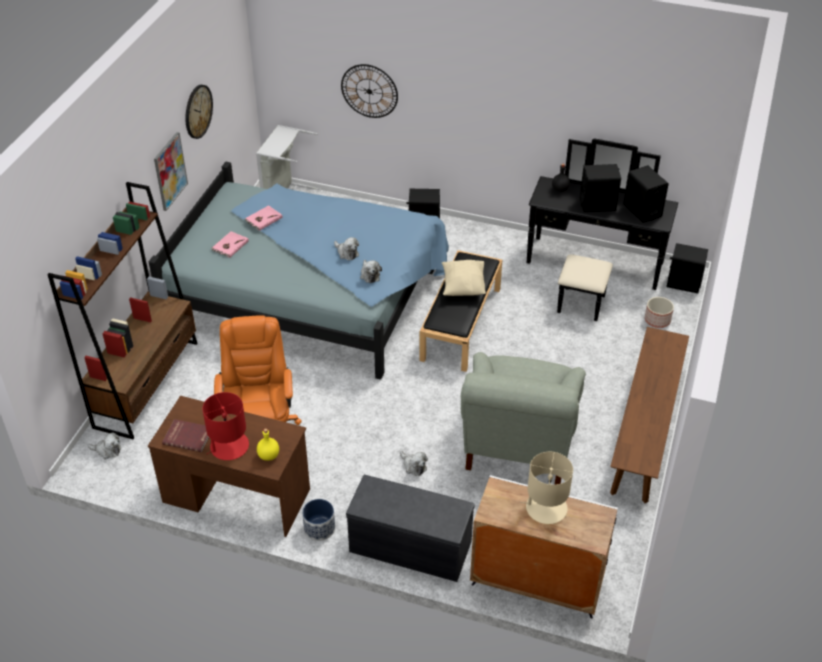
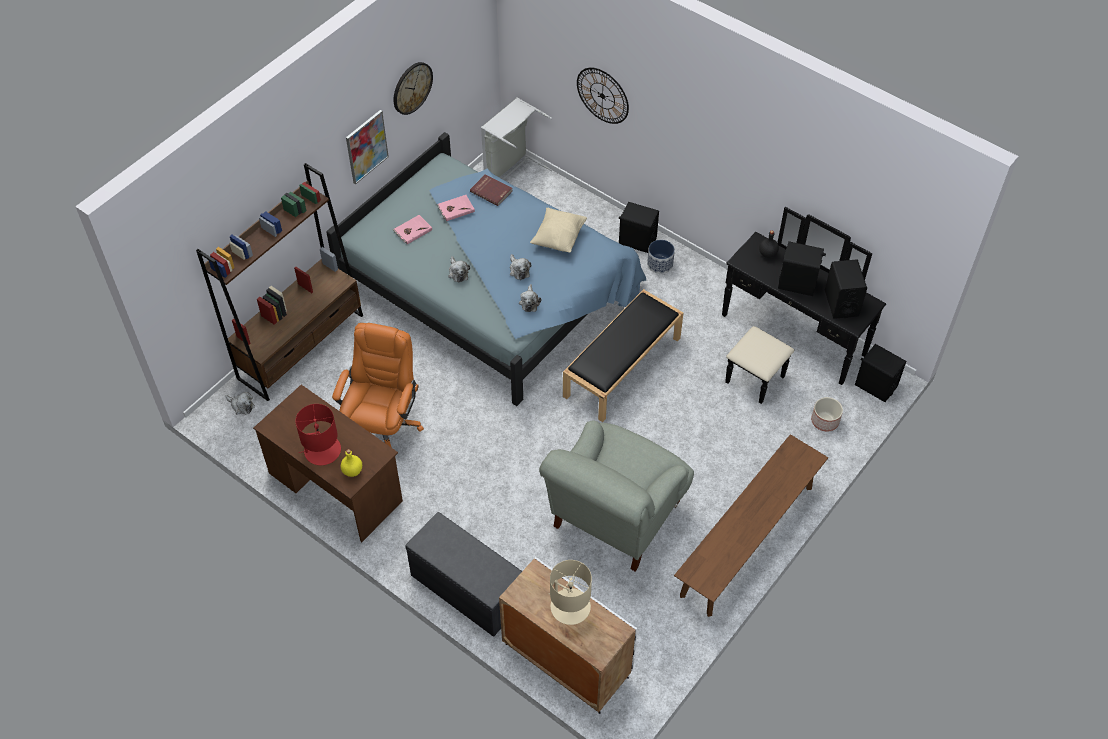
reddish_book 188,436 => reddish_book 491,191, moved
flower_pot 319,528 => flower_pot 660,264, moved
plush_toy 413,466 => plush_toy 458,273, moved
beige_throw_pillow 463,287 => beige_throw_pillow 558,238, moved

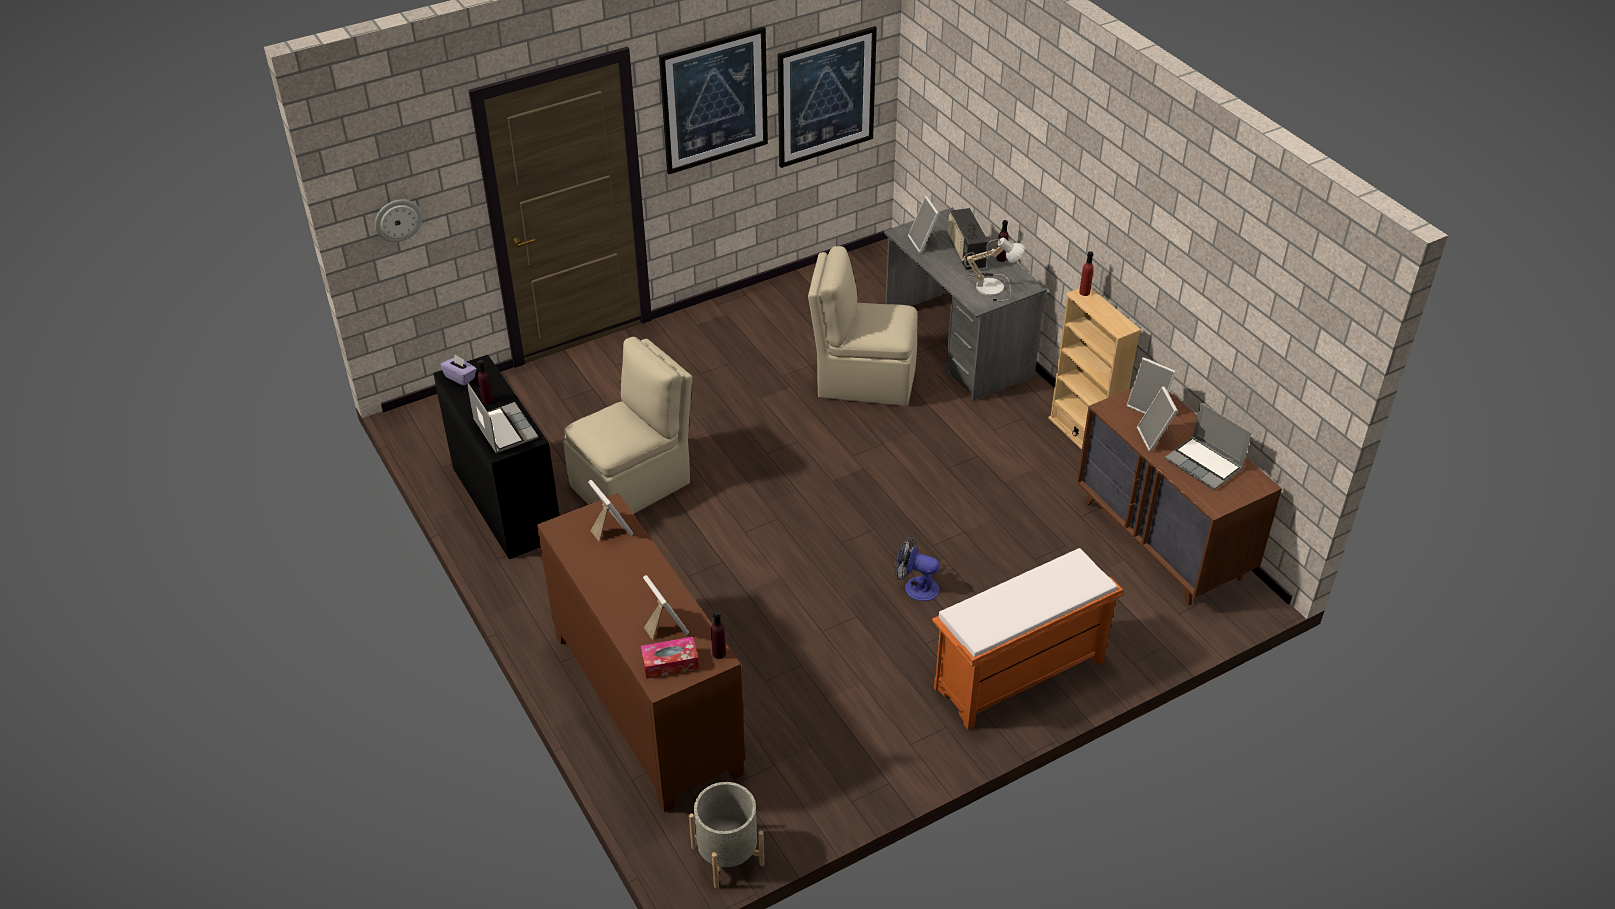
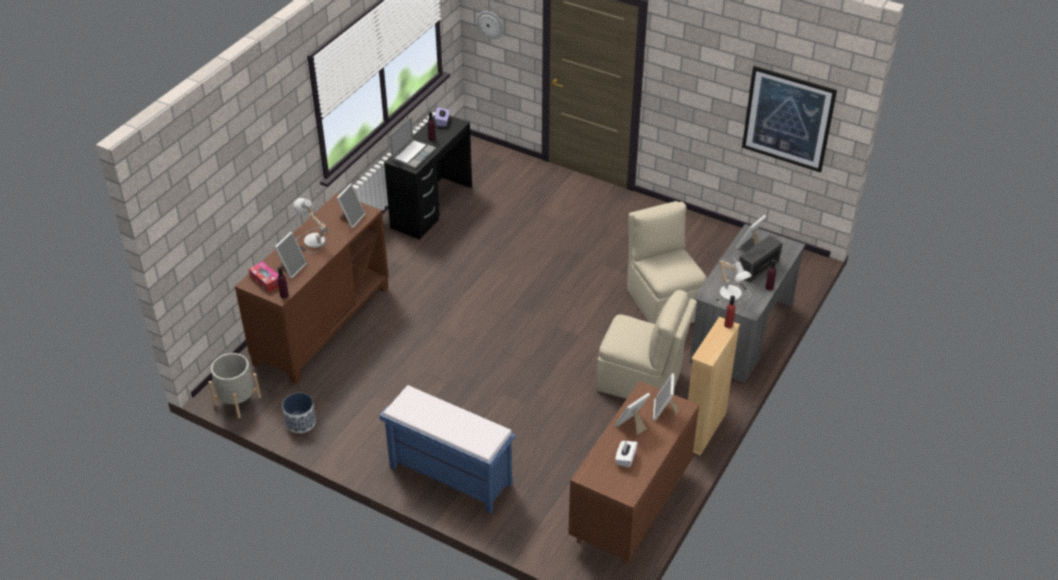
wall_picture 714,100 => nothing
fan 915,587 => nothing
nothing => flower_pot 300,422
nothing => lamp_for_a_table 312,241
beige_plain_chair 633,483 => beige_plain_chair 641,382, moved
notebook_computer 1205,464 => whitish_tissue_holder 625,458
orange_long_seat 1018,676 => blue-coloured_long_seat 449,475

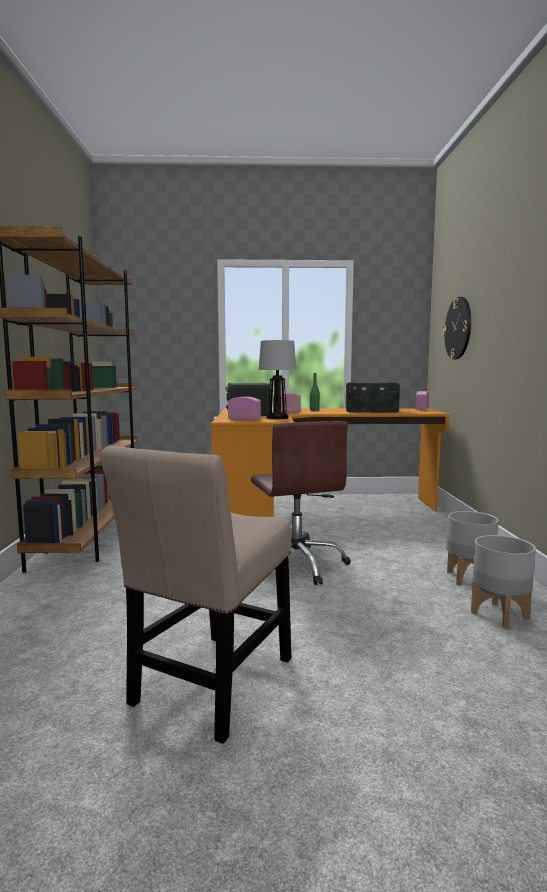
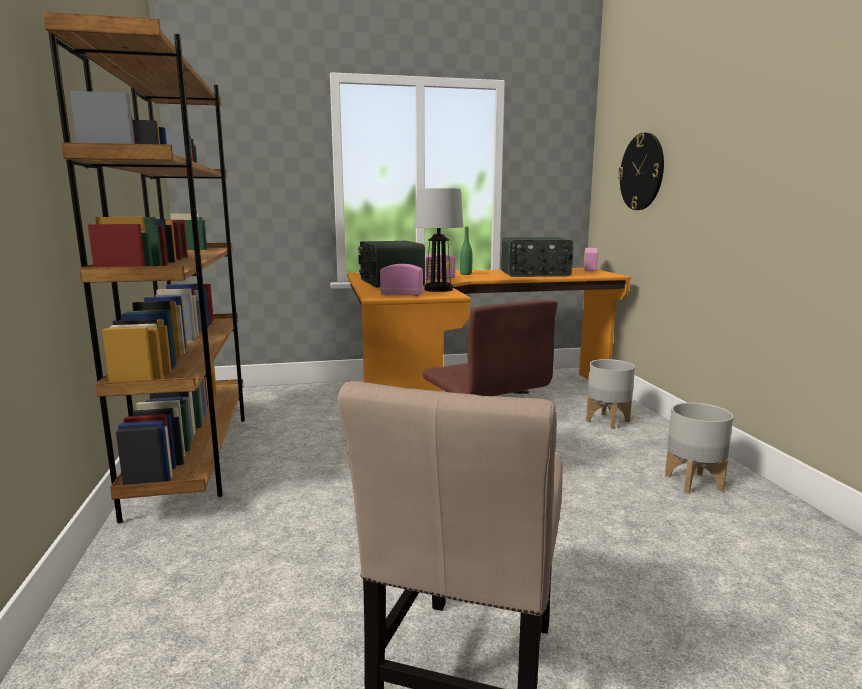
greyish_flower_pot 499,615 => greyish_flower_pot 607,421, moved

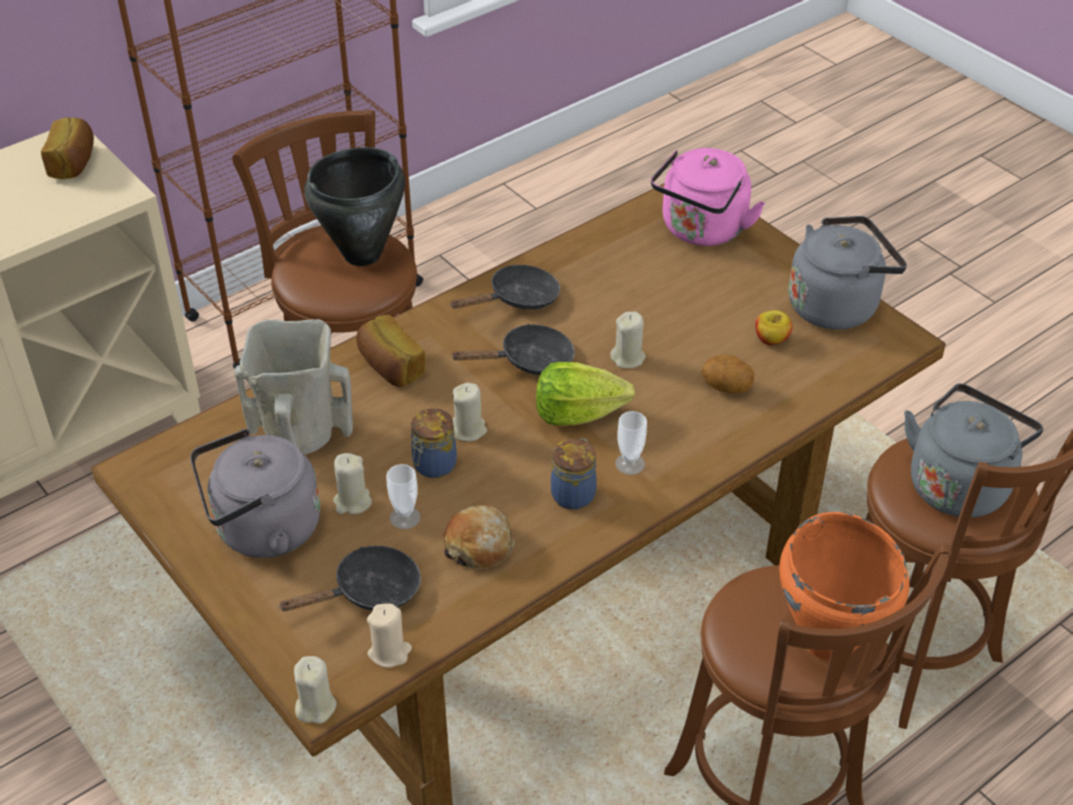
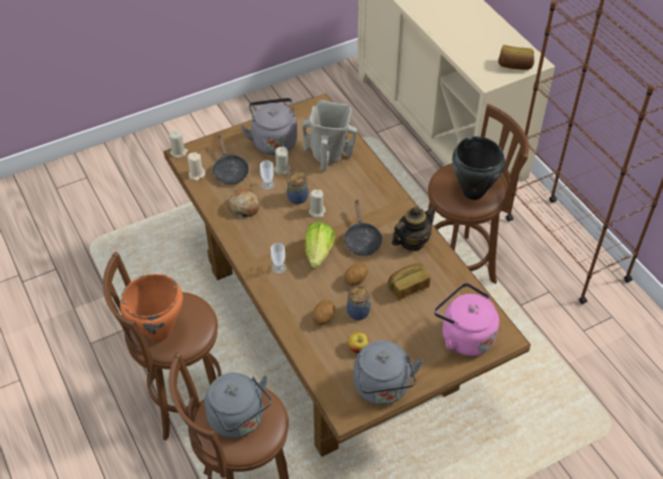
bakery_bread 390,367 => bakery_bread 408,287, moved
preserve_jar 574,493 => preserve_jar 359,312, moved
blackish_pan 518,299 => teapot 412,242
beige_candle 628,358 => potato 355,280

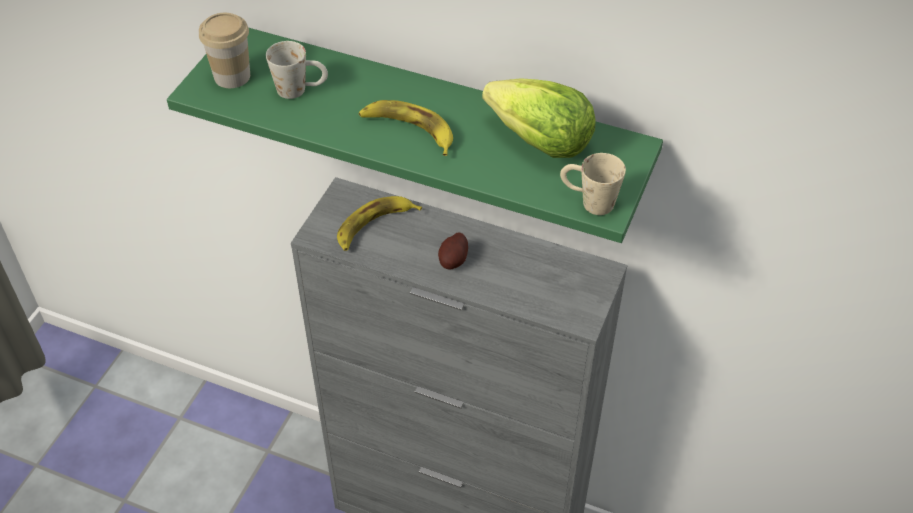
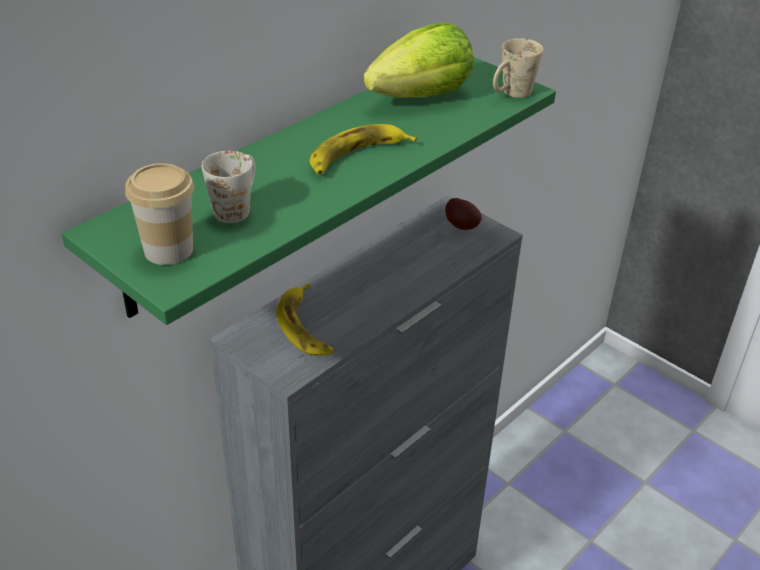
potato 453,261 => potato 462,225, moved

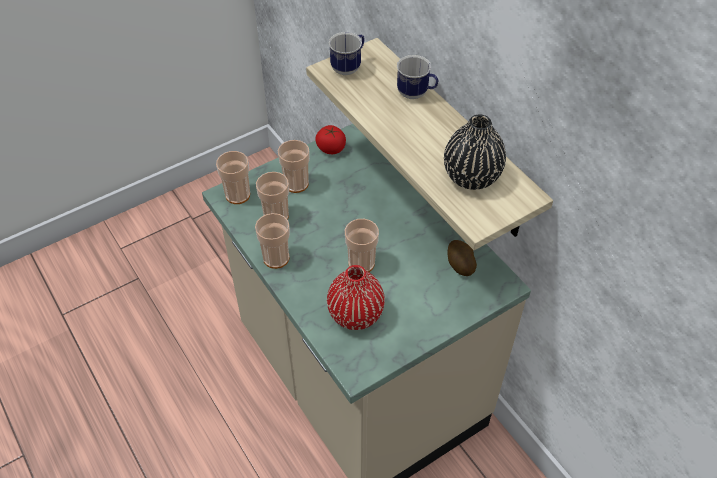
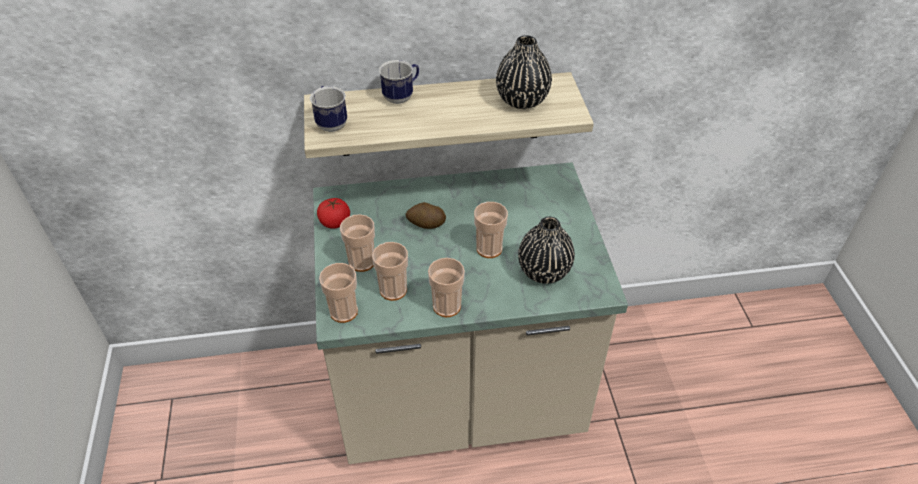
potato 460,264 => potato 426,224, moved
reddish_decorative_vase 355,315 => blackish_decorative_vase 544,271

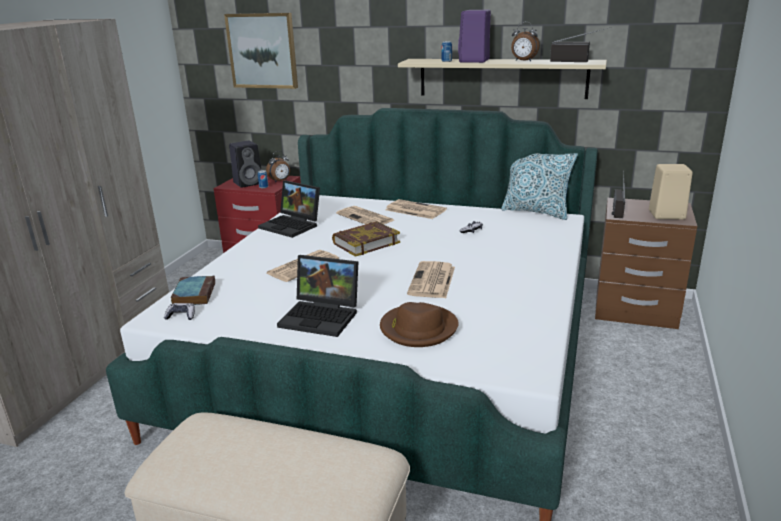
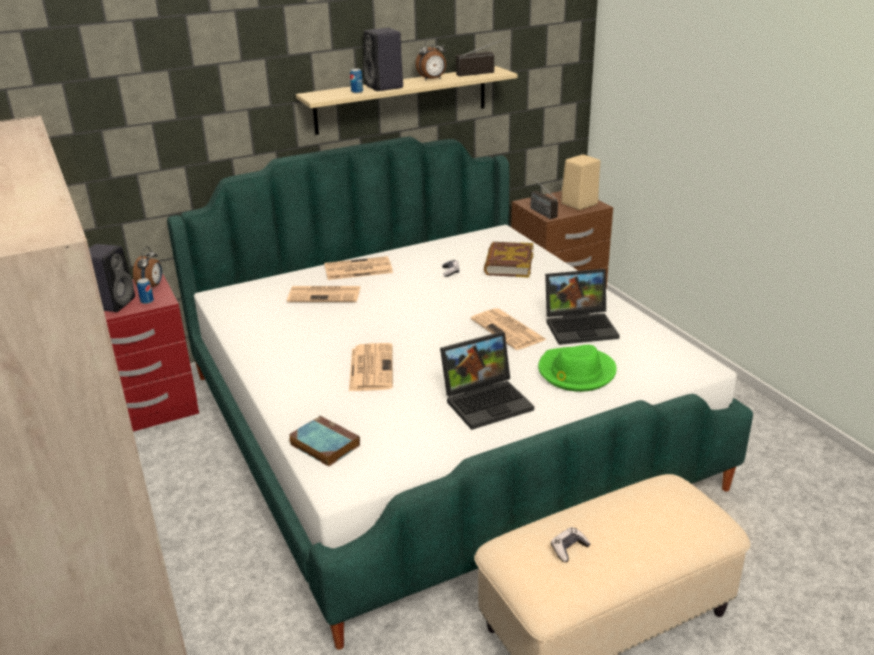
wall_picture 262,51 => nothing
throw_pillow 536,212 => nothing
game_controller 181,316 => game_controller 568,549, moved
notebook_computer 292,225 => notebook_computer 581,326, moved
book 366,243 => book 508,264, moved
brownish_hat 418,328 => green_hat 576,372
purple-coloured_audio_speaker 474,61 => blackish_audio_speaker 385,87

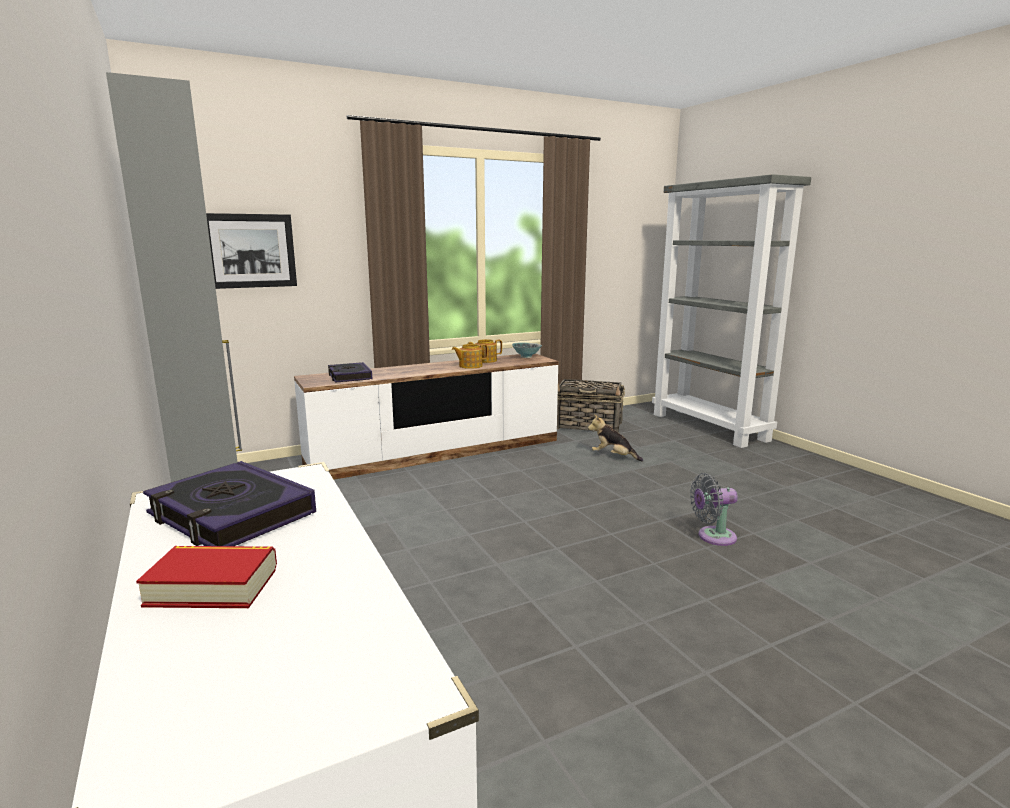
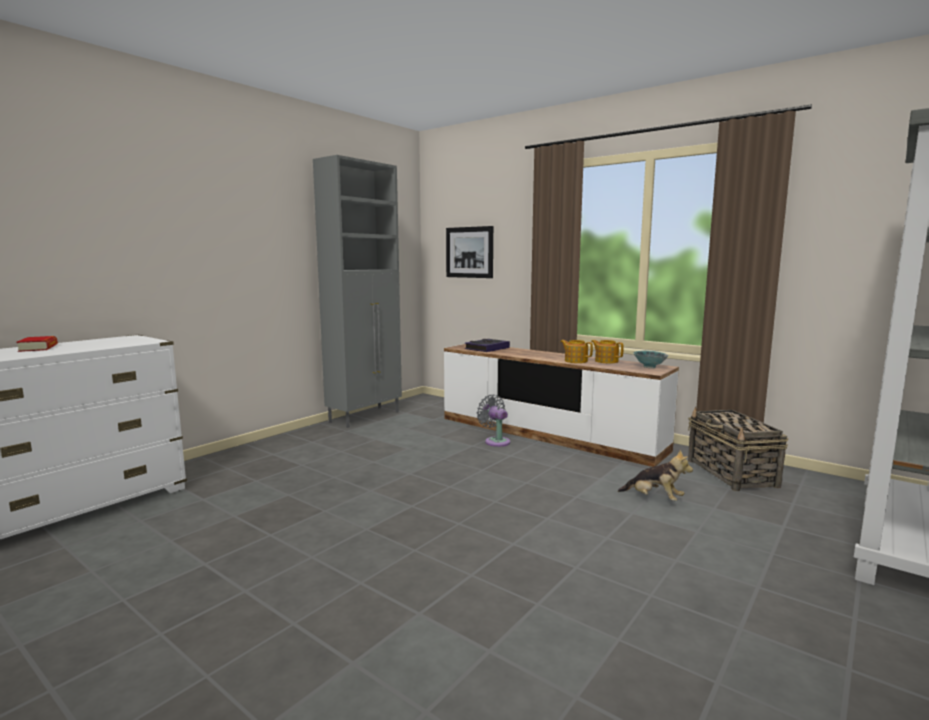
book 231,514 => nothing
greyish_fan 713,537 => greyish_fan 495,441, moved
plush_toy 613,457 => plush_toy 654,499, 120 degrees clockwise

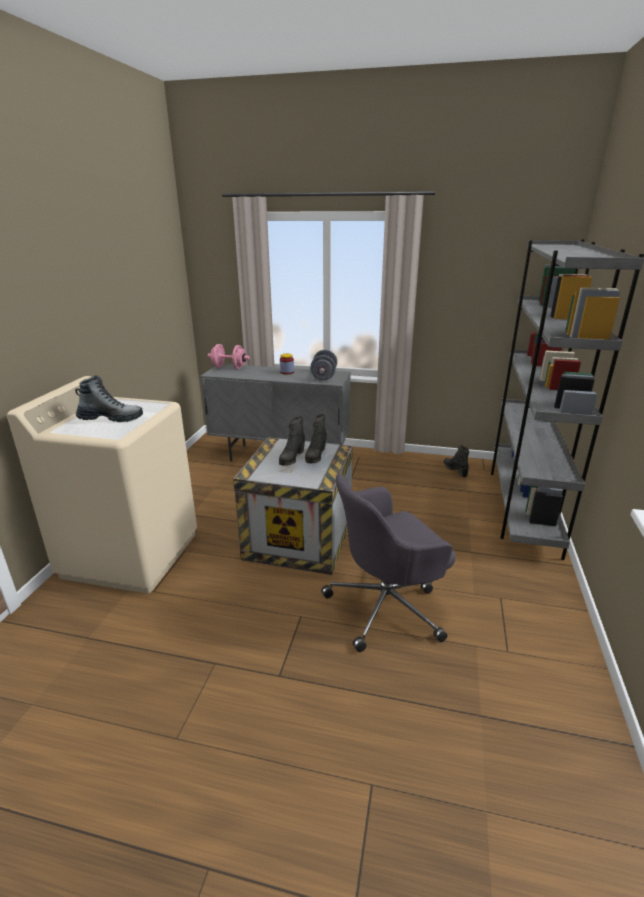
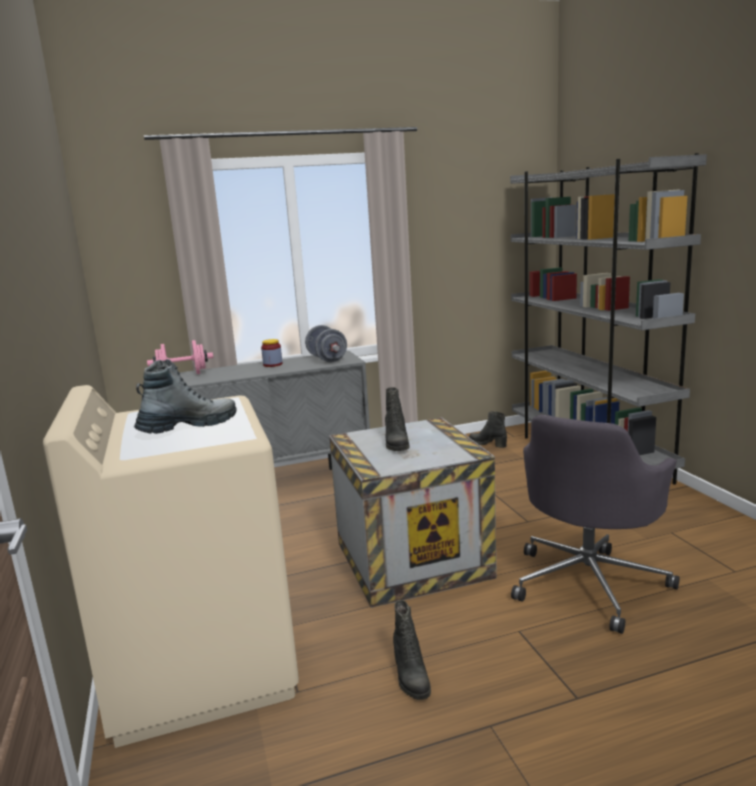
blackish_boot 315,456 => blackish_boot 410,677, moved

